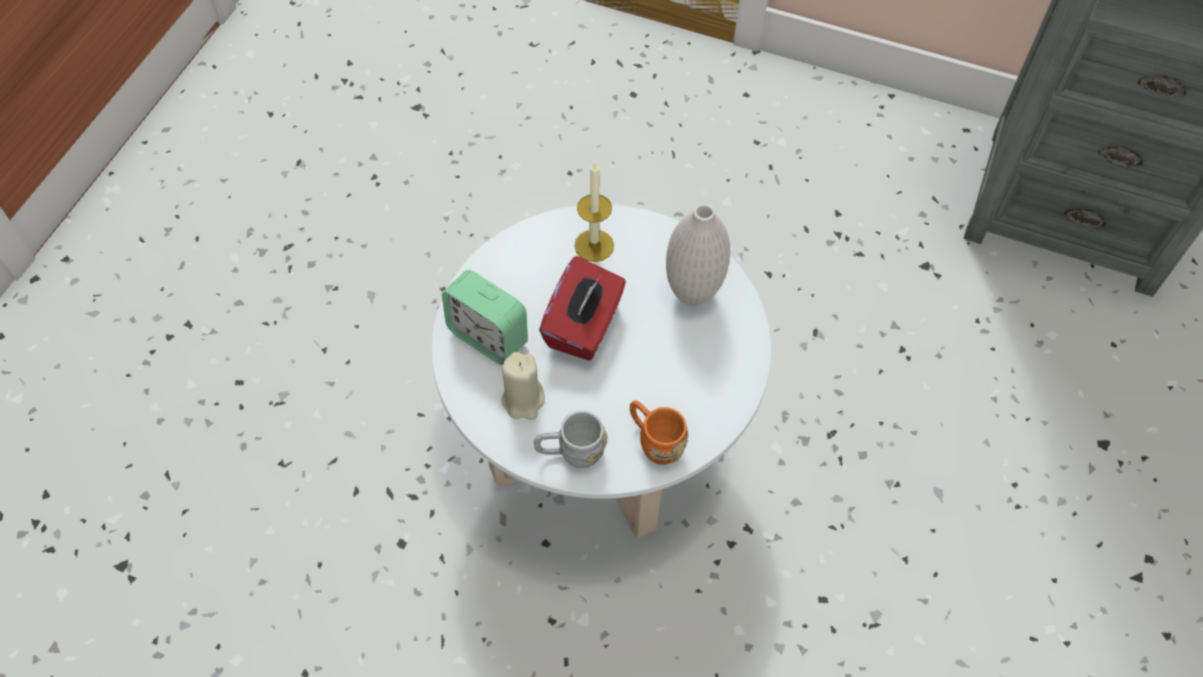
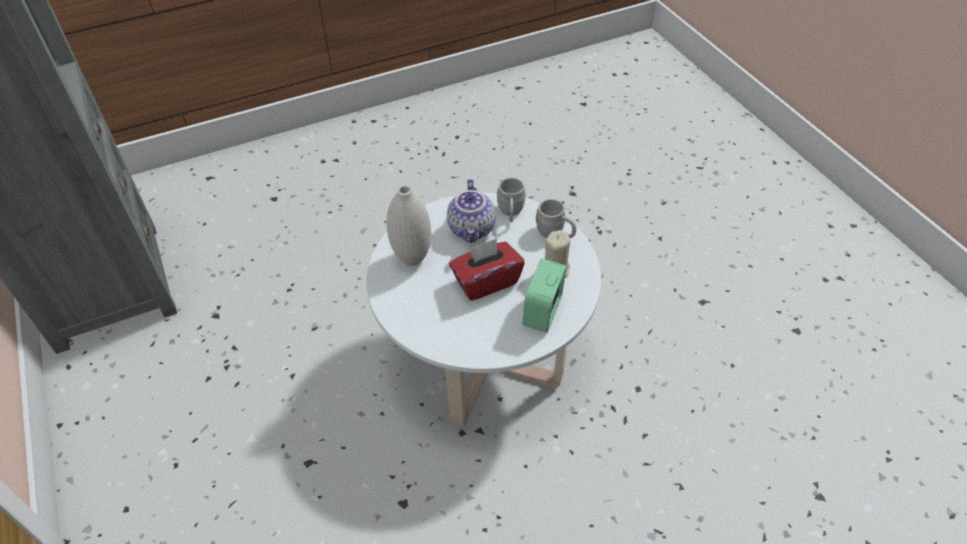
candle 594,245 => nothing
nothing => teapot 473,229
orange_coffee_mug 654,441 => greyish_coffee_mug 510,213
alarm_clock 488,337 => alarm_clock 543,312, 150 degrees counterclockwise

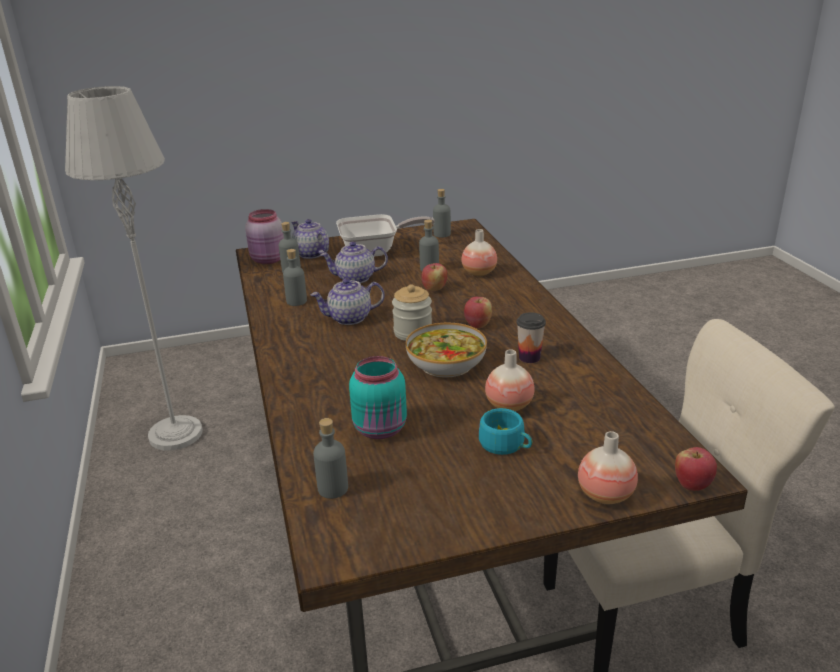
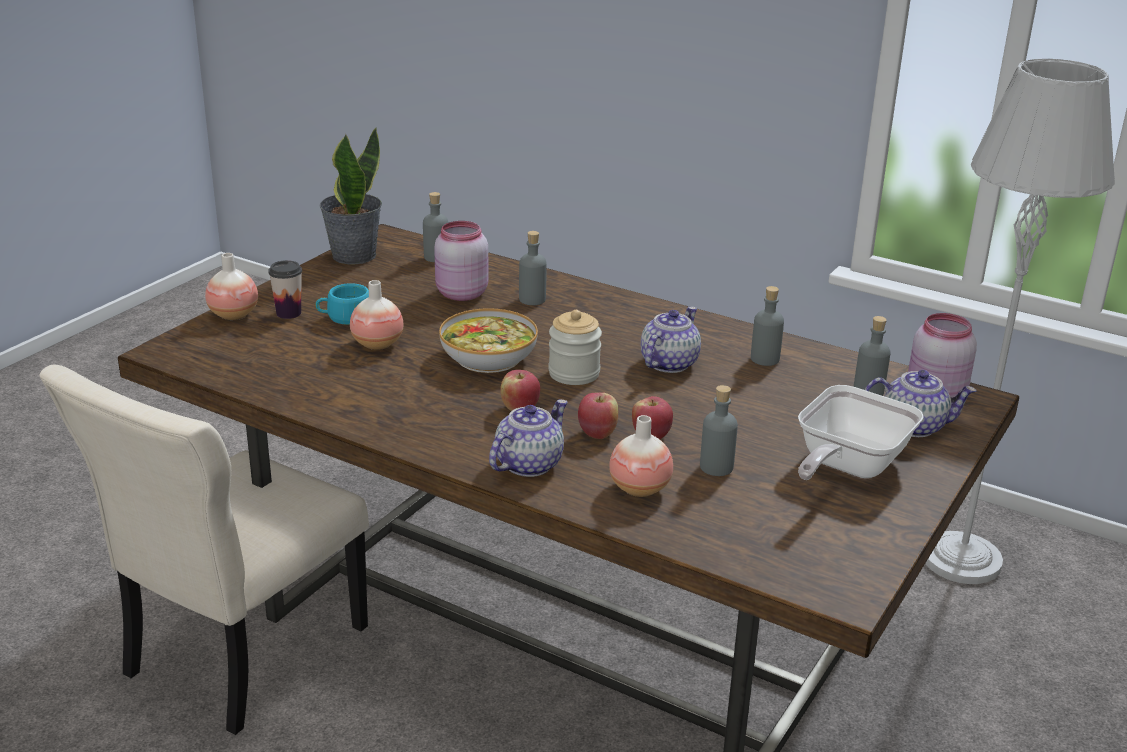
nothing => potted_plant 353,255
teapot 355,278 => teapot 528,463, moved
greyish_drink_bottle 442,234 => greyish_drink_bottle 532,299, moved
cup 529,357 => cup 288,313, moved
whole_apple 692,485 => whole_apple 597,433, moved
turquoise-coloured_preserve_jar 381,429 => pink-coloured_preserve_jar 460,294

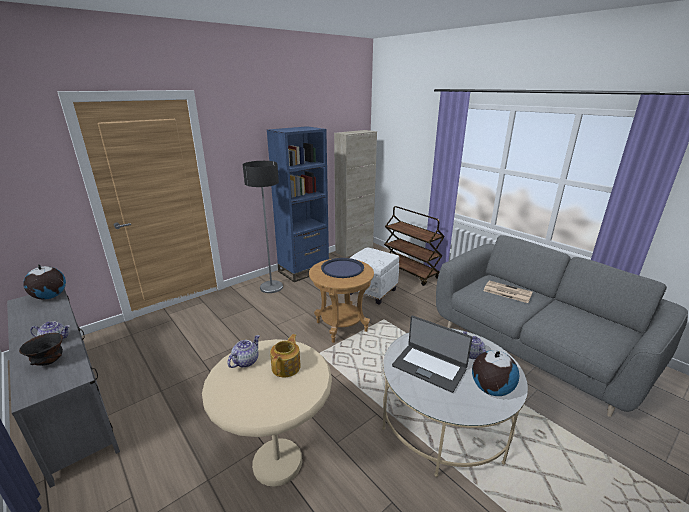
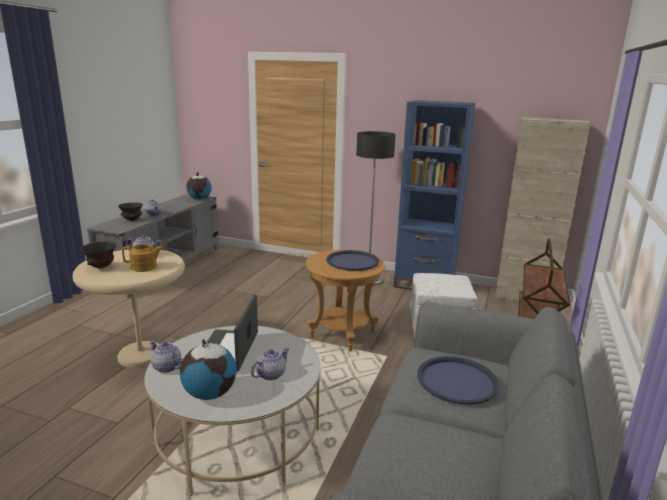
nothing => blackish_deep_dish 101,267
nothing => teapot 166,367
newspaper 506,292 => blue-coloured_tray 457,381

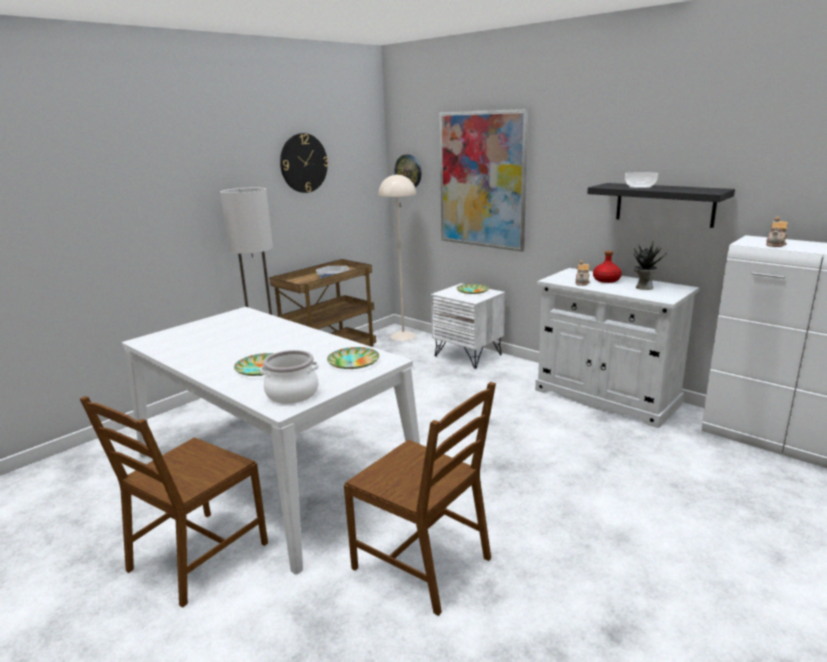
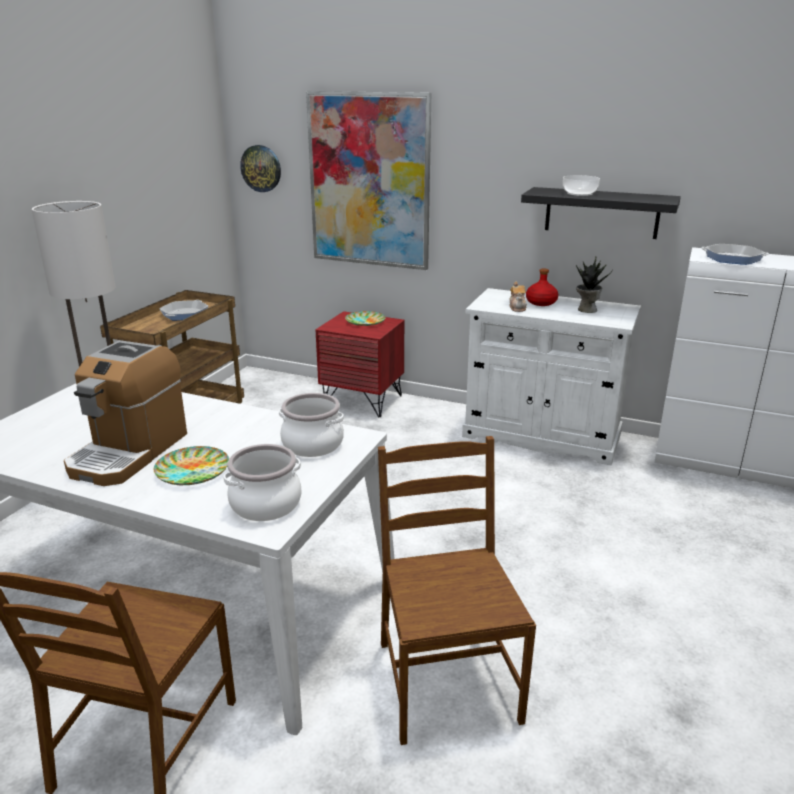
hanging_clock 303,163 => nothing
beige_floor_lamp 403,336 => nothing
nothing => coffee_brewer 129,452
dinner_plate 353,362 => cooking_pot 312,445
teapot 775,244 => pan 732,258
whitish_bedside_table 468,355 => reddish_bedside_table 363,400
brownish_plain_chair 424,562 => brownish_plain_chair 445,680, 120 degrees counterclockwise

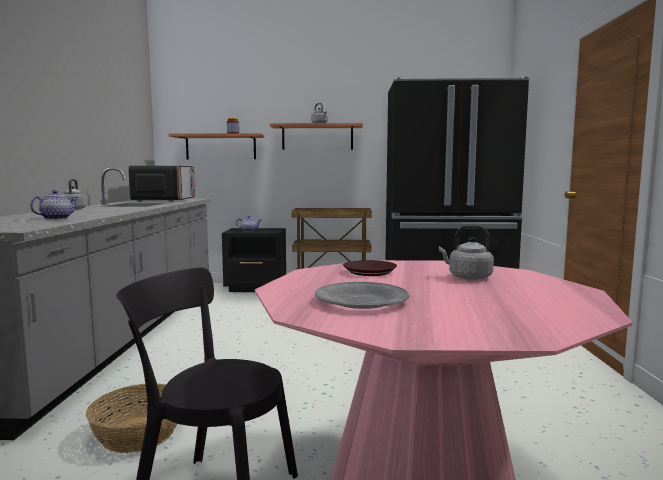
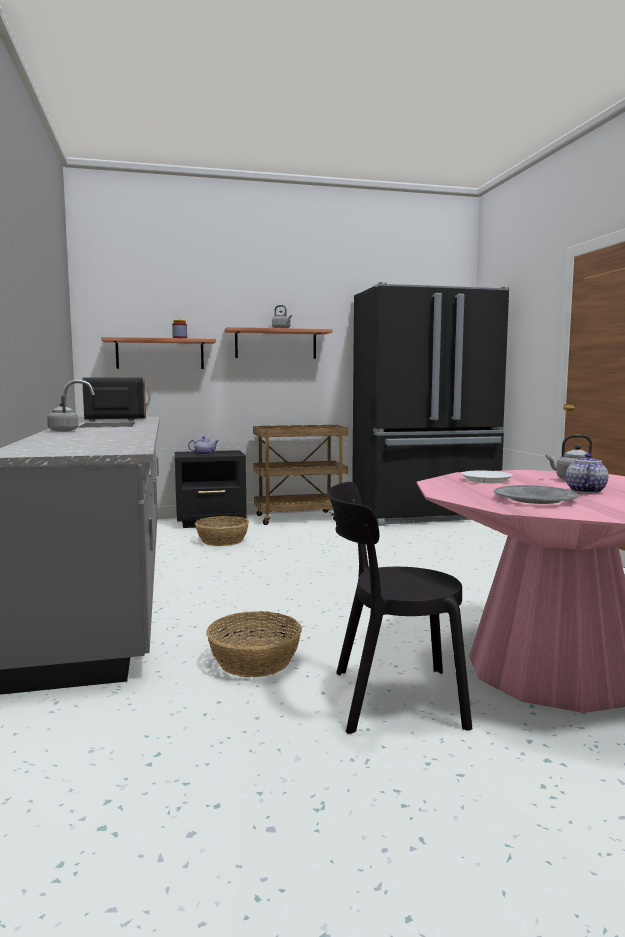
nothing => basket 222,541
teapot 57,218 => teapot 585,491, moved
brownish_dinner_plate 369,272 => whitish_dinner_plate 486,480

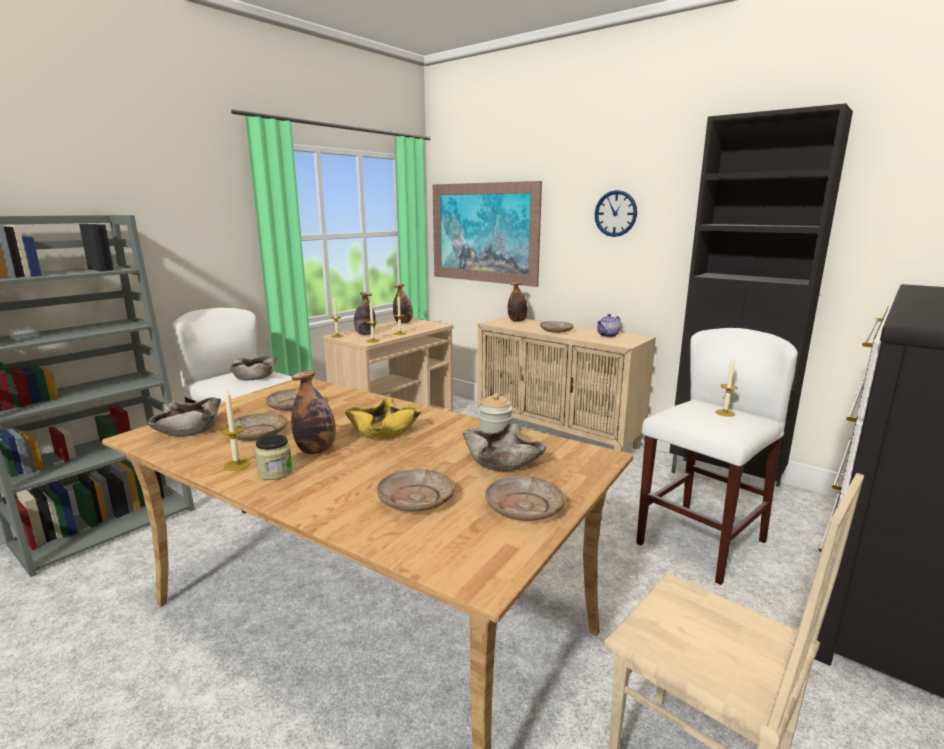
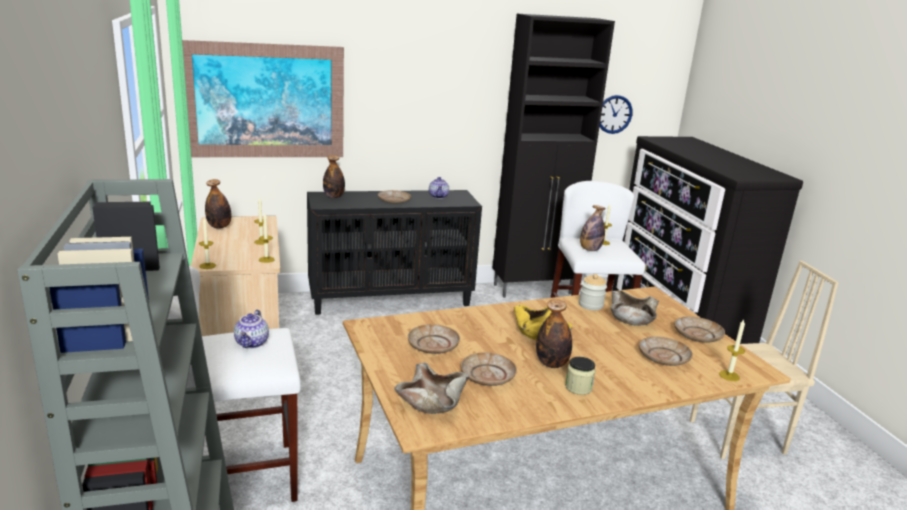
candle 237,465 => candle 729,376, moved
drink_bottle 365,334 => drink_bottle 590,249, moved
hanging_clock 615,213 => hanging_clock 614,114, moved
beige_deep_dish 253,376 => teapot 252,343
beige_cupboard 558,435 => blackish_cupboard 391,299

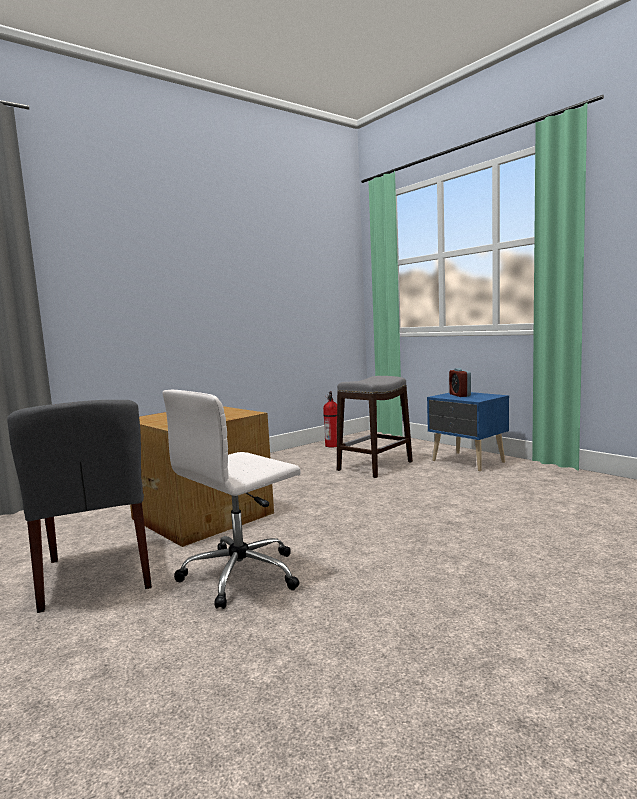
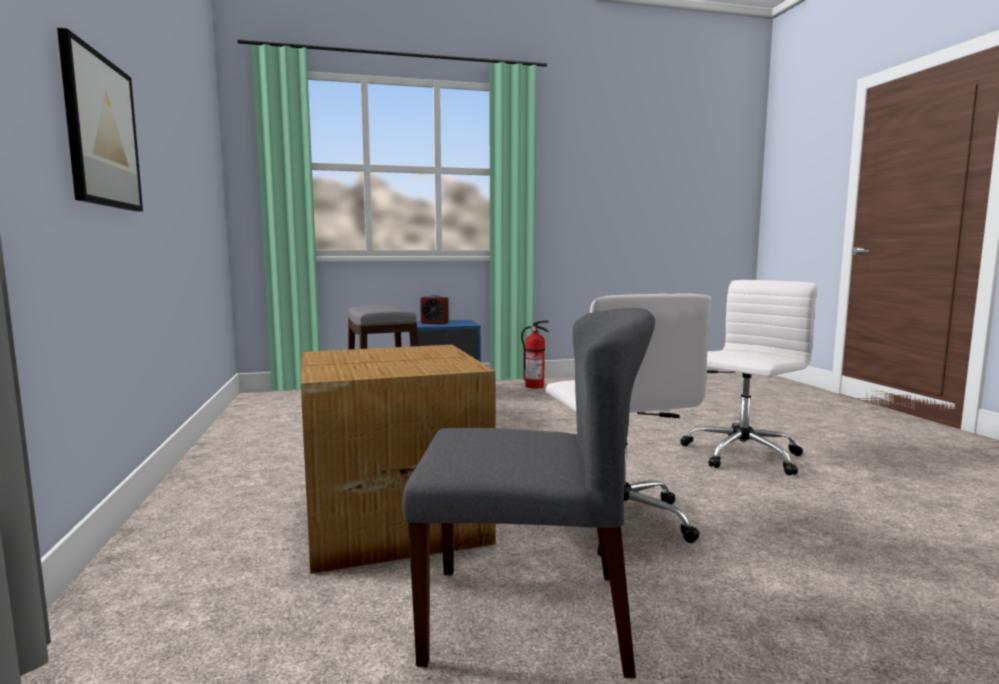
nothing => wall_picture 101,132
nothing => whitish_office_chair 740,455
fire-fighting_cylinder 333,445 => fire-fighting_cylinder 535,386, moved

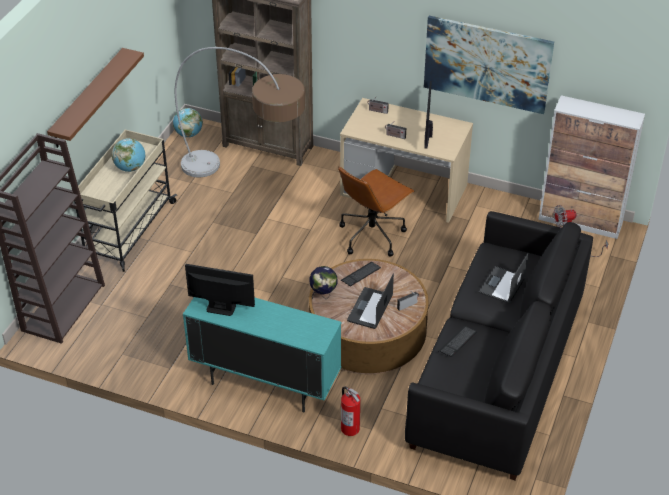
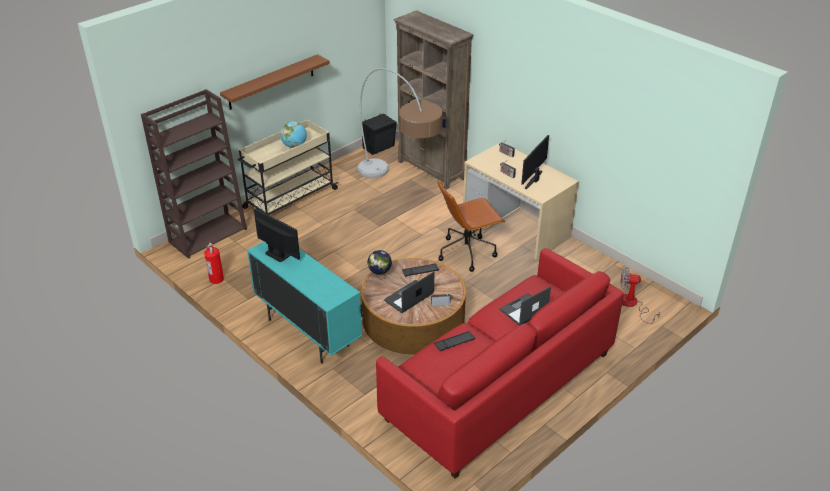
wall_picture 487,64 => nothing
cupboard 580,221 => nothing
fire-fighting_cylinder 350,428 => fire-fighting_cylinder 217,279, moved
world_globe 188,134 => blackish_audio_speaker 379,147
blackish_sofa 497,372 => reddish_sofa 499,386

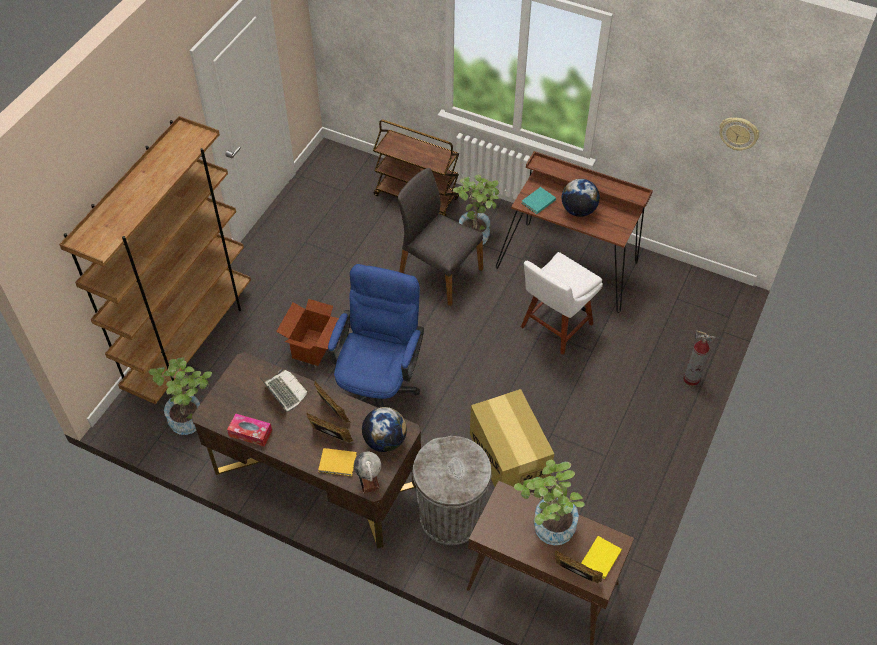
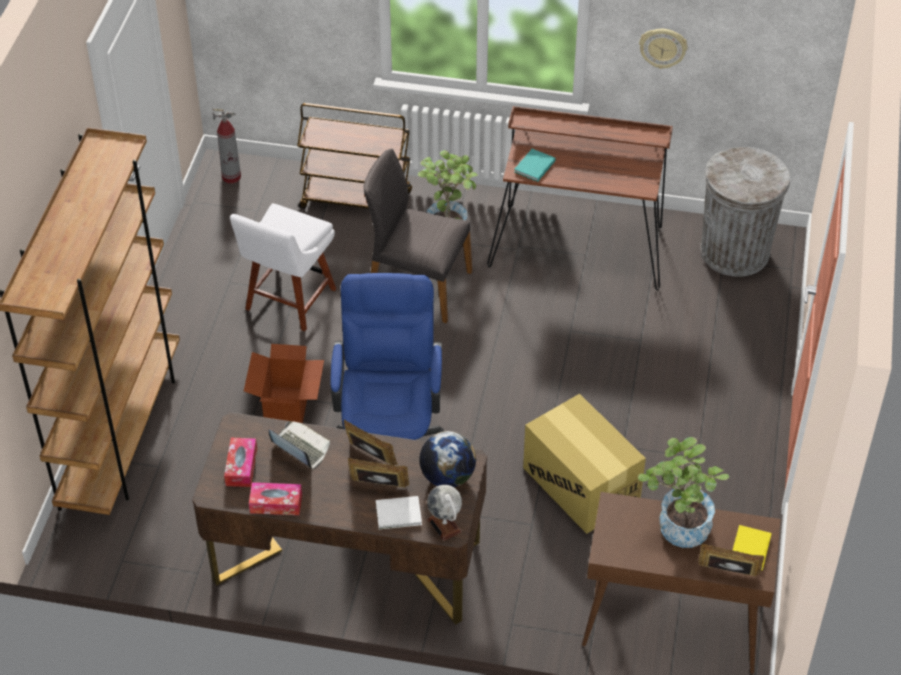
potted_plant 191,417 => nothing
world_globe 578,210 => nothing
nothing => tissue_holder 241,467
greyish_rubbish_bin 451,517 => greyish_rubbish_bin 735,252, moved
whitish_plain_chair 554,327 => whitish_plain_chair 288,302, moved
fire-fighting_cylinder 691,379 => fire-fighting_cylinder 231,177, moved
hanging_clock 738,133 => hanging_clock 663,47, moved
yellow-coloured_book 338,463 => whitish_book 400,514

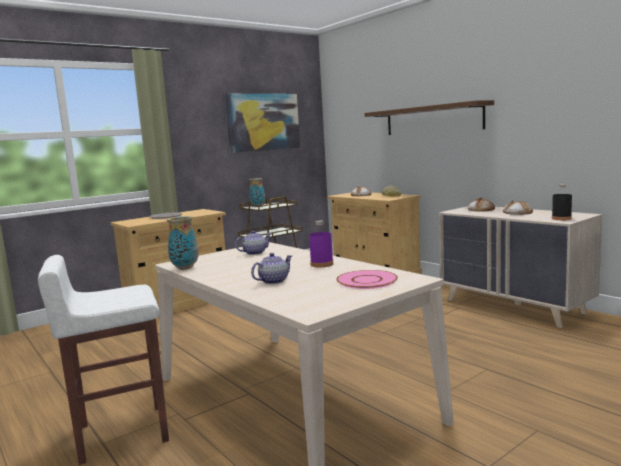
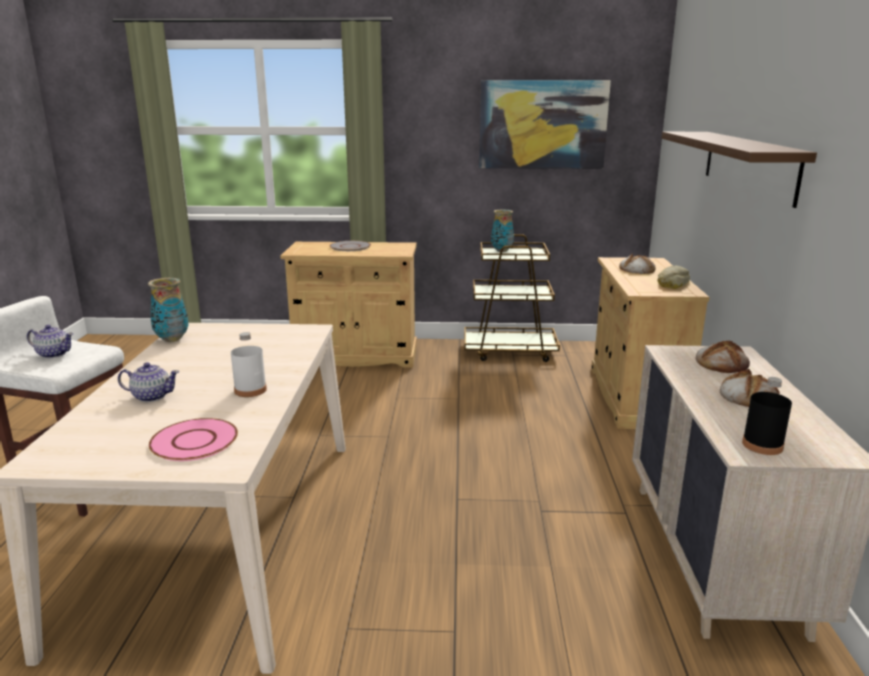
teapot 254,253 => teapot 54,354, moved
purple-coloured_drink_bottle 322,264 => whitish_drink_bottle 250,390

